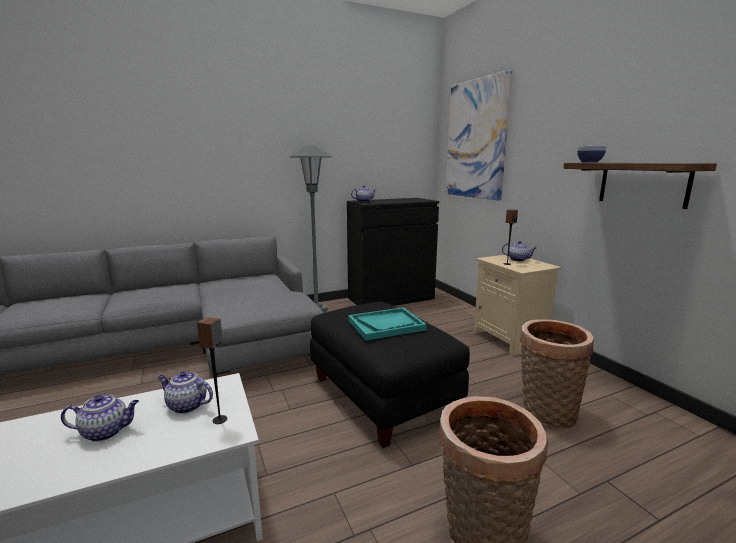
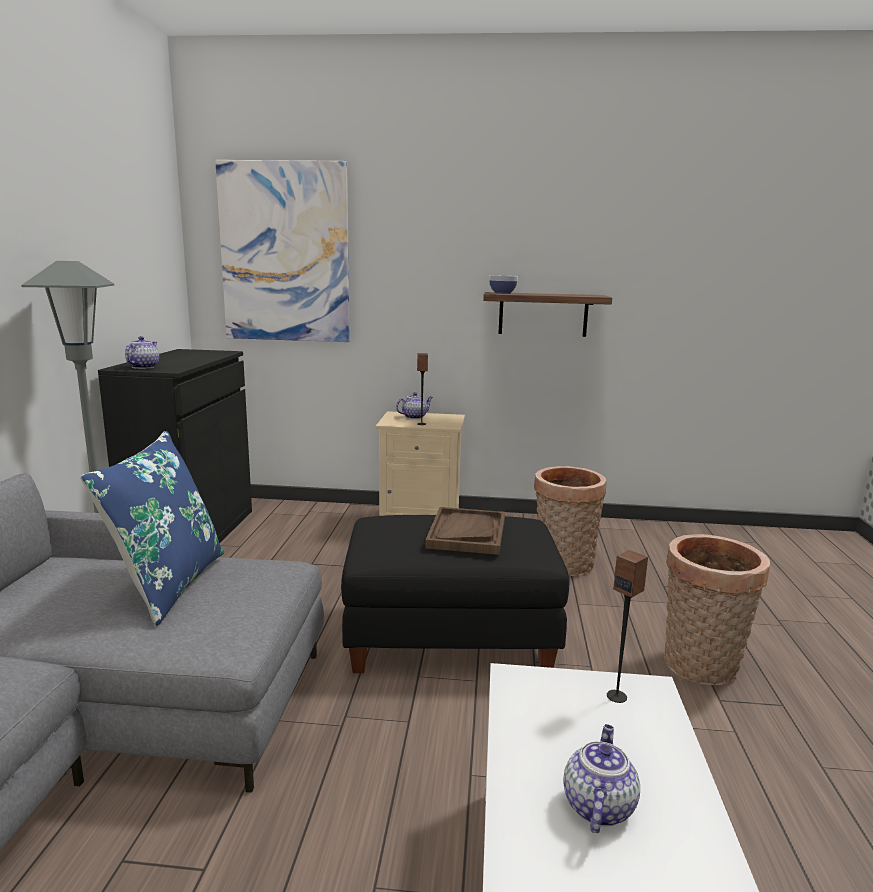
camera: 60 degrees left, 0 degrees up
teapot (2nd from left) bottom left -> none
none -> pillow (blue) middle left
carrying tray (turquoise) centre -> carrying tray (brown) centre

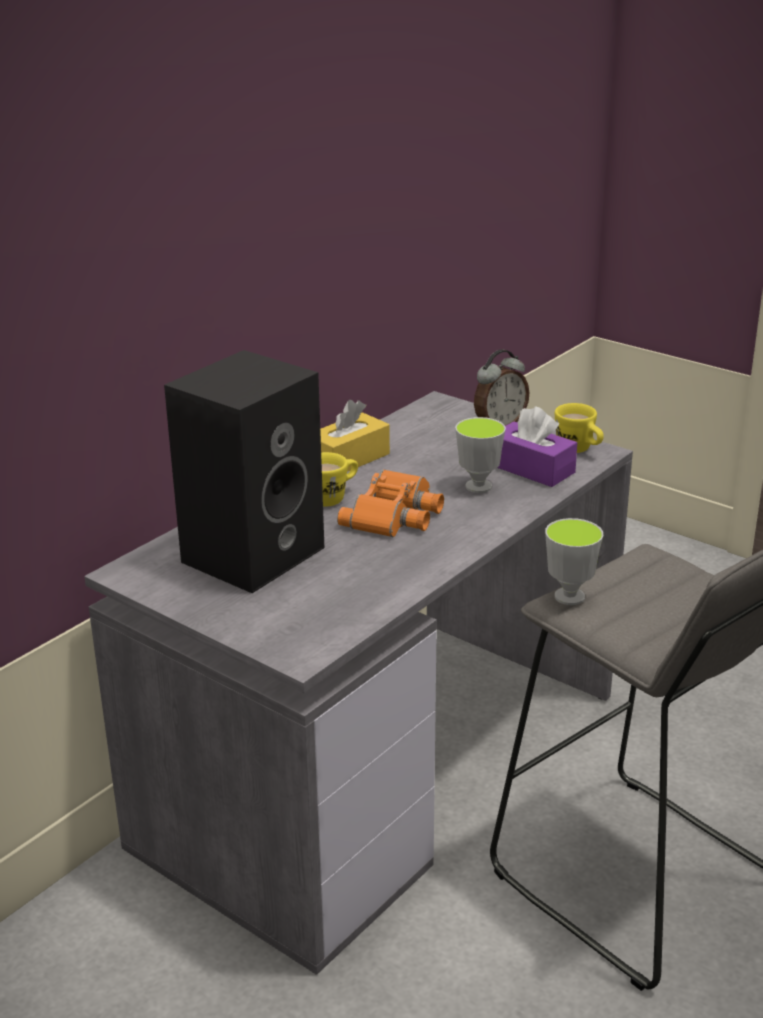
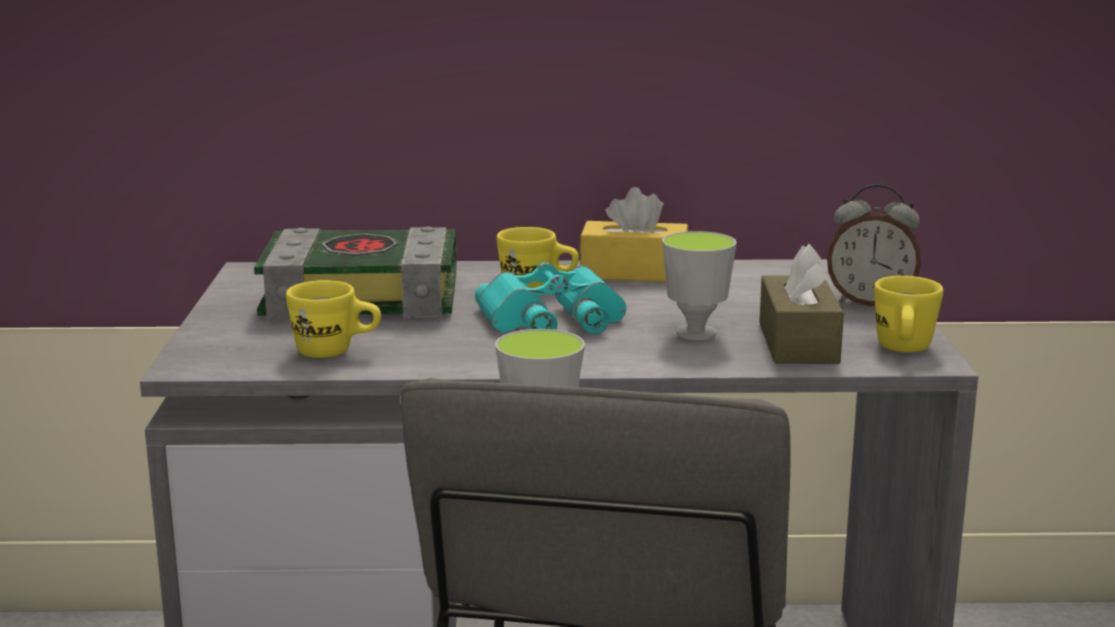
camera: 50 degrees right, 10 degrees down
none -> coffee mug (yellowish) (1st from left) middle left
speaker (black) middle left -> volume middle left
field glasses (orange-coloured) centre -> field glasses (turquoise) centre
tissue box (purple) middle right -> tissue box (brown) middle right

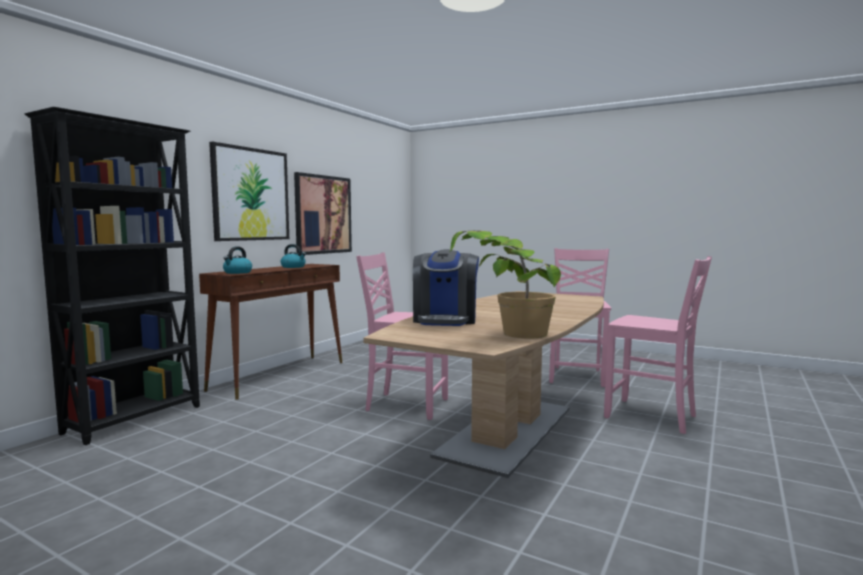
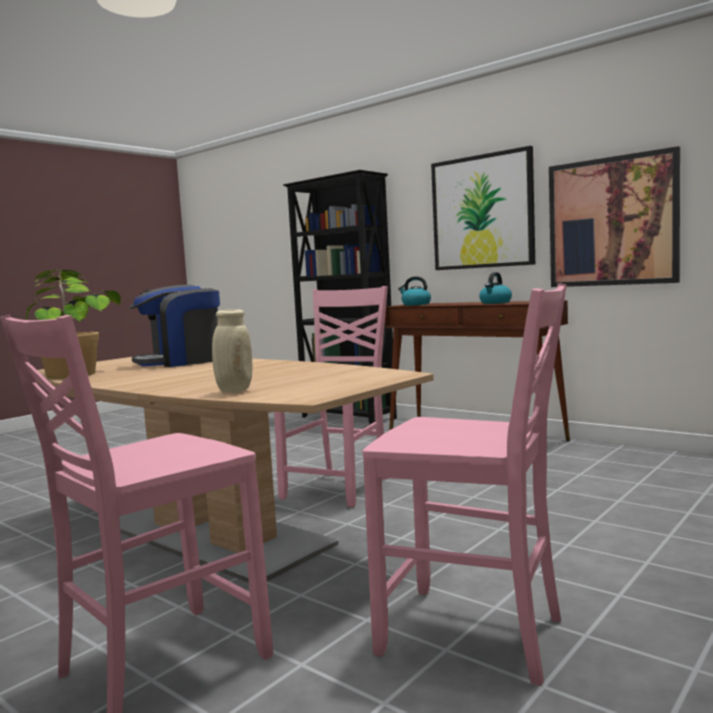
camera: 100 degrees right, 0 degrees up
none -> vase (beige) middle left
coffee maker centre -> coffee maker middle left, 45 degrees counterclockwise

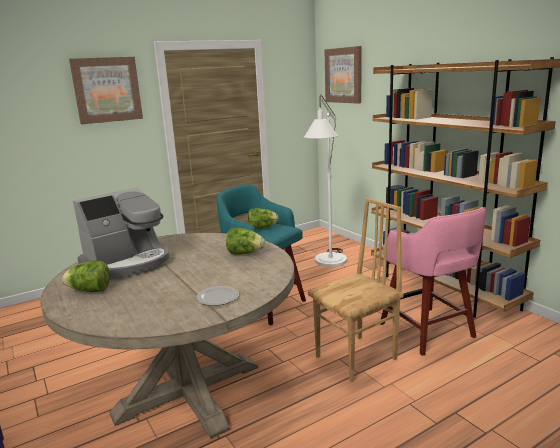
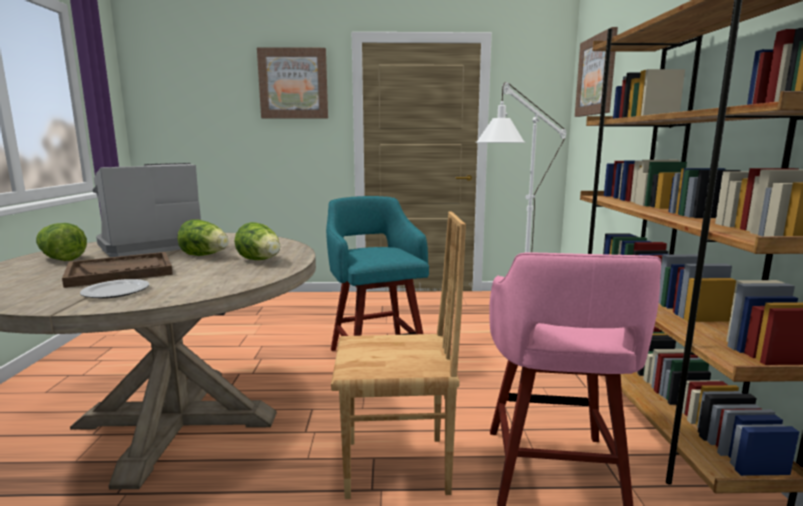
camera: 30 degrees right, 5 degrees down
none -> carrying tray (brown) middle left
head of lettuce (3rd from left in the first image) centre -> head of lettuce (2nd from left) middle left, move
coffee maker middle left, 150 degrees clockwise

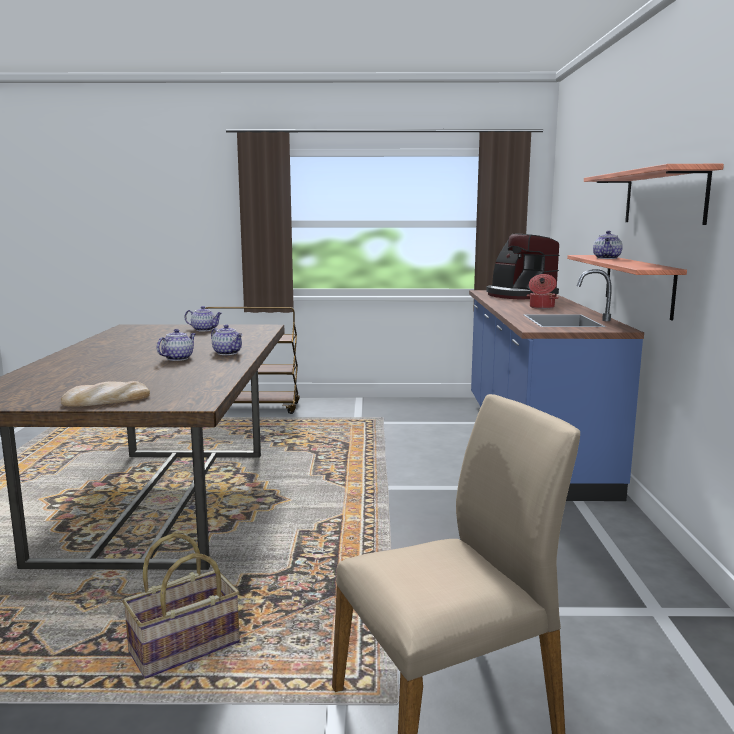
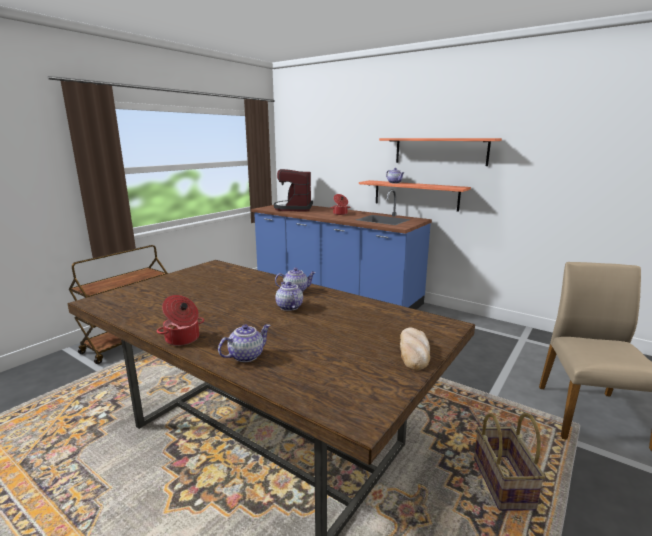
camera: 55 degrees left, 5 degrees up
none -> saucepot (1st from left) middle left
teapot (2nd from left in the first image) middle left -> teapot (1st from left) centre, move
coffee maker middle right -> coffee maker centre, 90 degrees clockwise

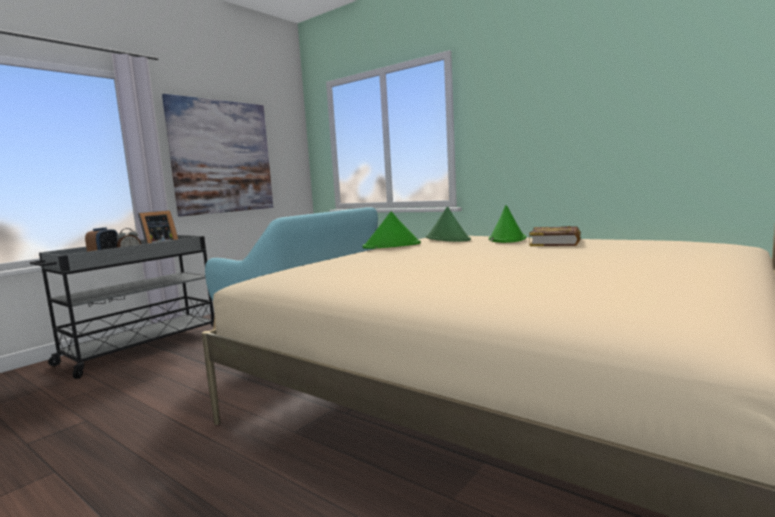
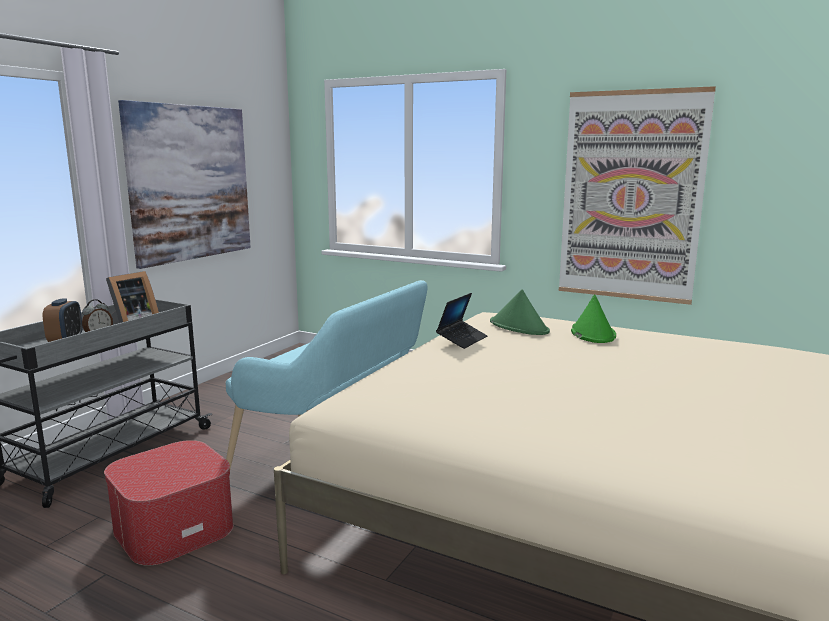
camera: 10 degrees left, 5 degrees up
volume middle right -> none
none -> pouffe bottom left
none -> picture (2nd from left) top right
wearable hat (green-coloured) (1st from left) centre -> notebook computer centre

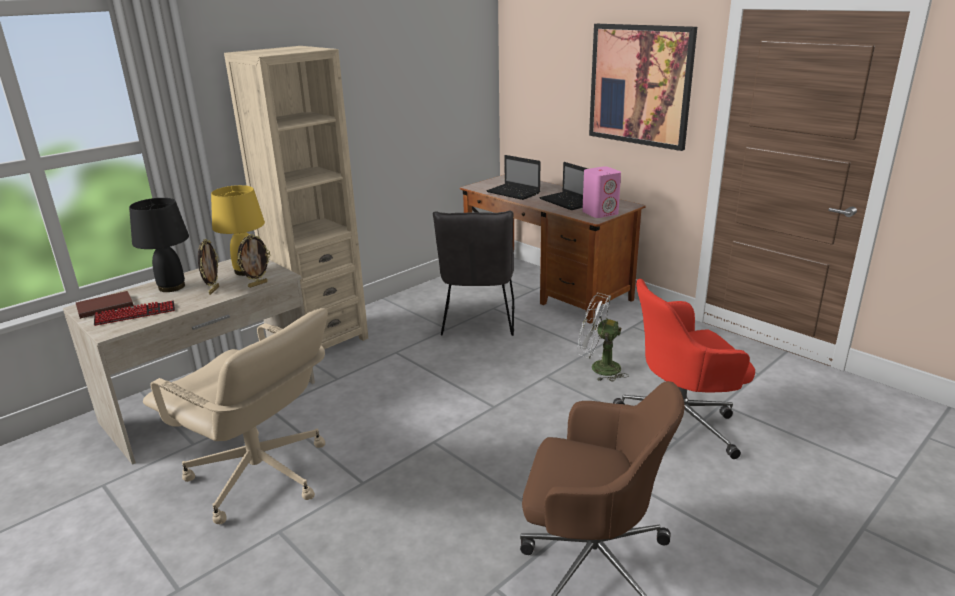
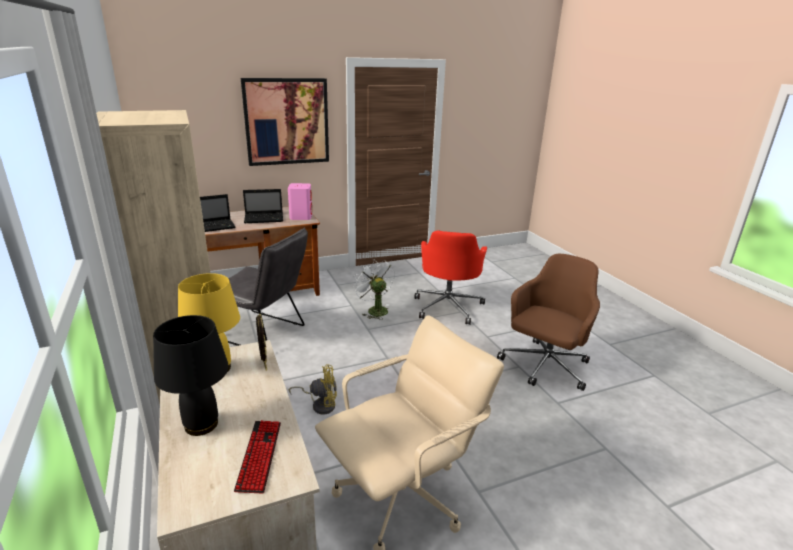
camera: 70 degrees left, 0 degrees up
volume (brown) middle left -> none
standing frame (1st from left) middle left -> none
none -> fan (yellowish) bottom centre
fan (white-coloured) centre, 105 degrees clockwise

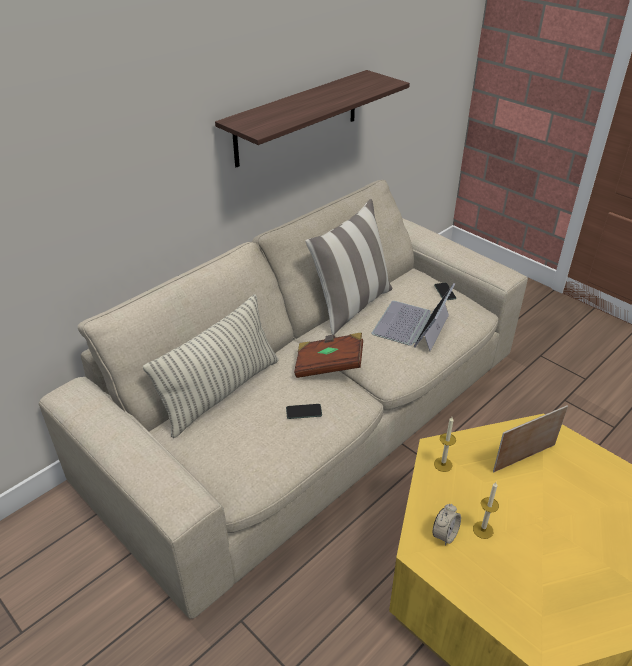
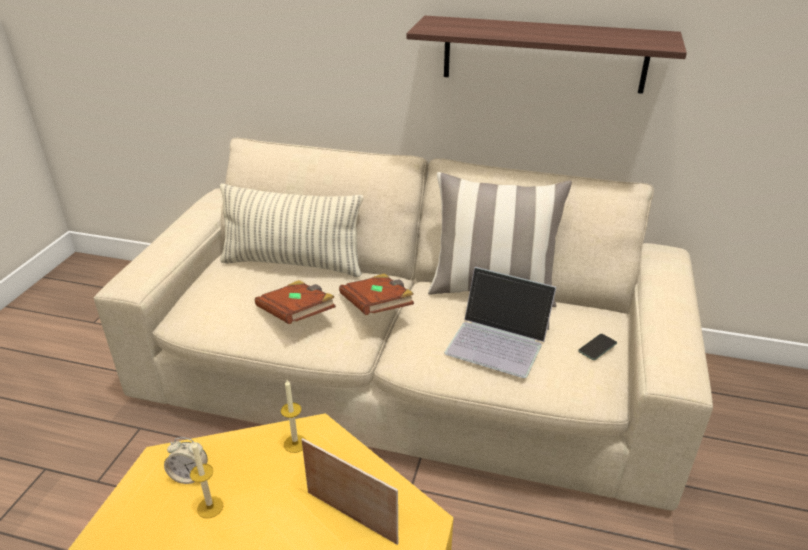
camera: 60 degrees right, 5 degrees down
telephone (1st from left) centre -> volume (brown) (1st from left) centre
notebook computer centre, 150 degrees counterclockwise

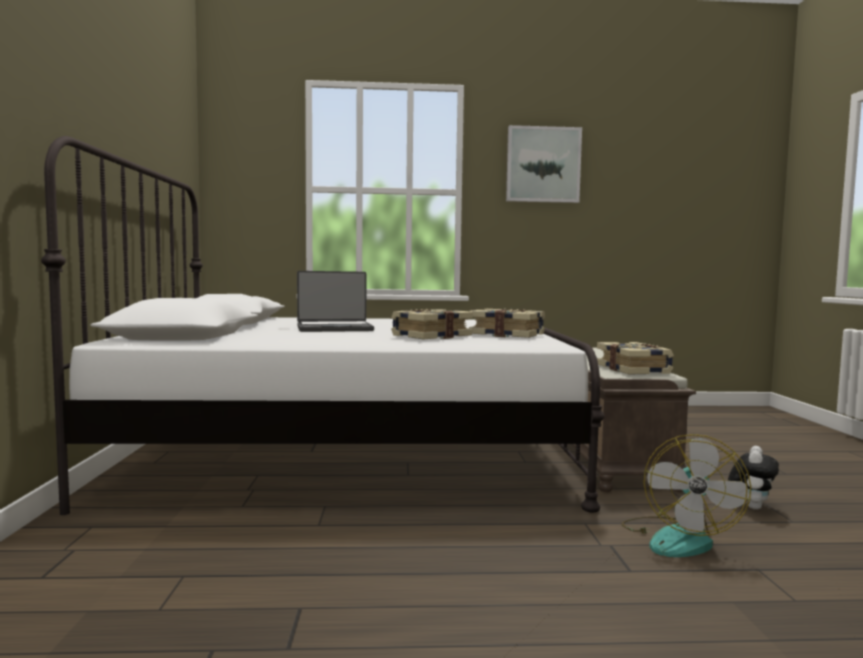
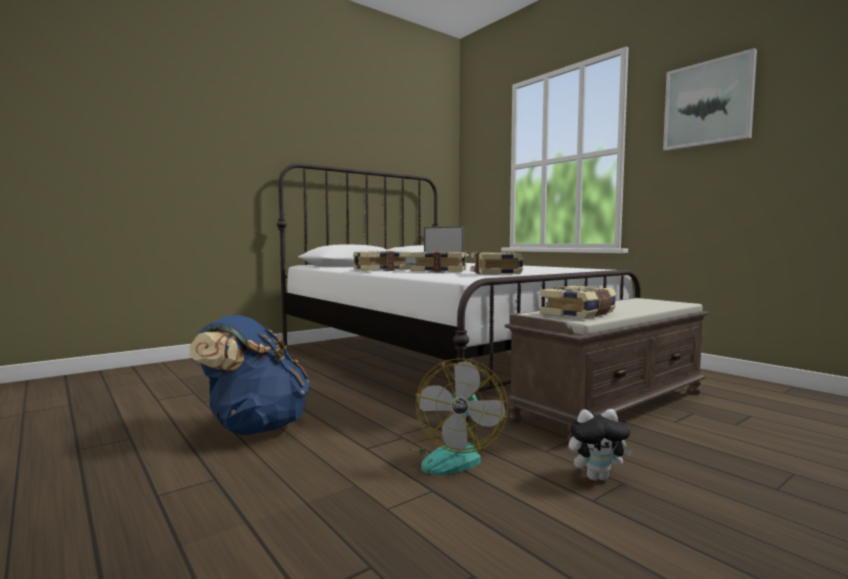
camera: 55 degrees right, 0 degrees up
none -> knapsack (blue) middle left
none -> volume (1st from left) centre
fan bottom right -> fan bottom centre, 60 degrees counterclockwise

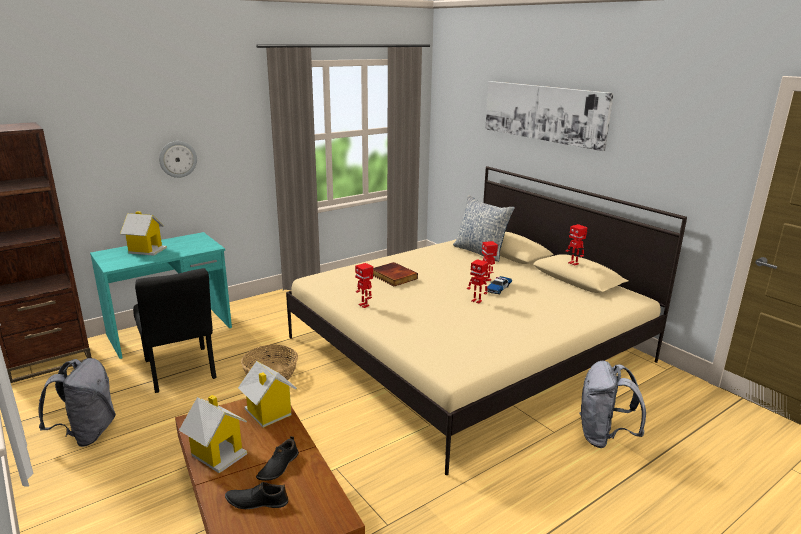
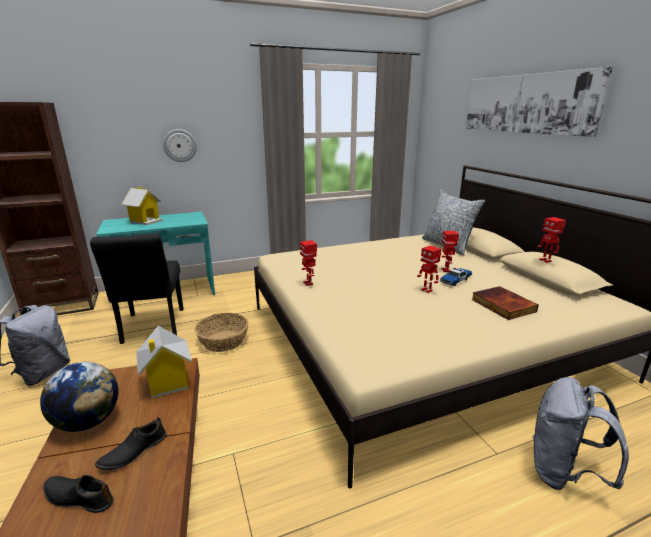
camera: 15 degrees right, 0 degrees up
volume centre -> volume middle right, move
miniature house (2nd from left) bottom left -> globe bottom left

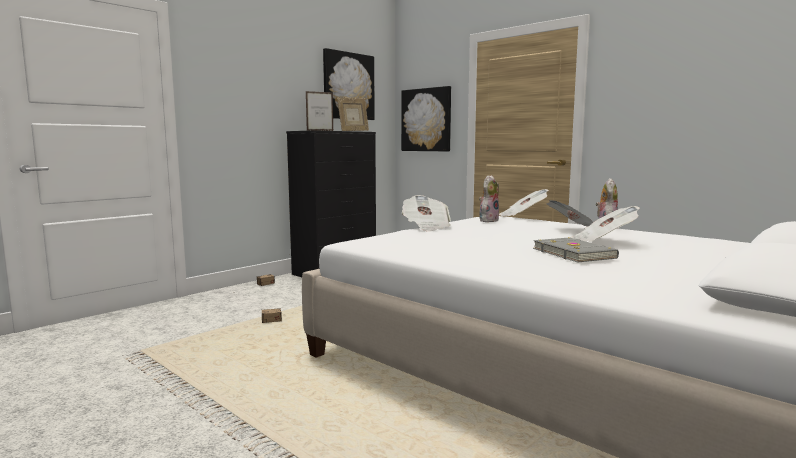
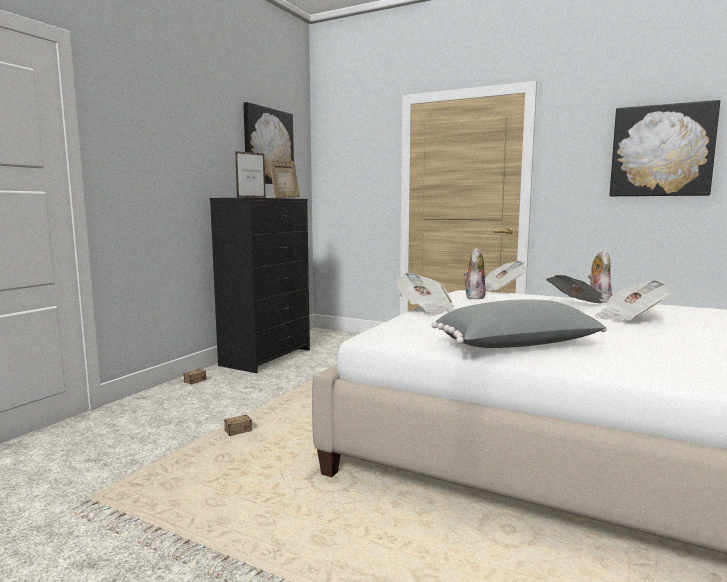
camera: 15 degrees left, 0 degrees up
volume (greyish) middle right -> none
none -> pillow (greyish) middle right
picture (2nd from left) top centre -> picture (2nd from left) top right, move

